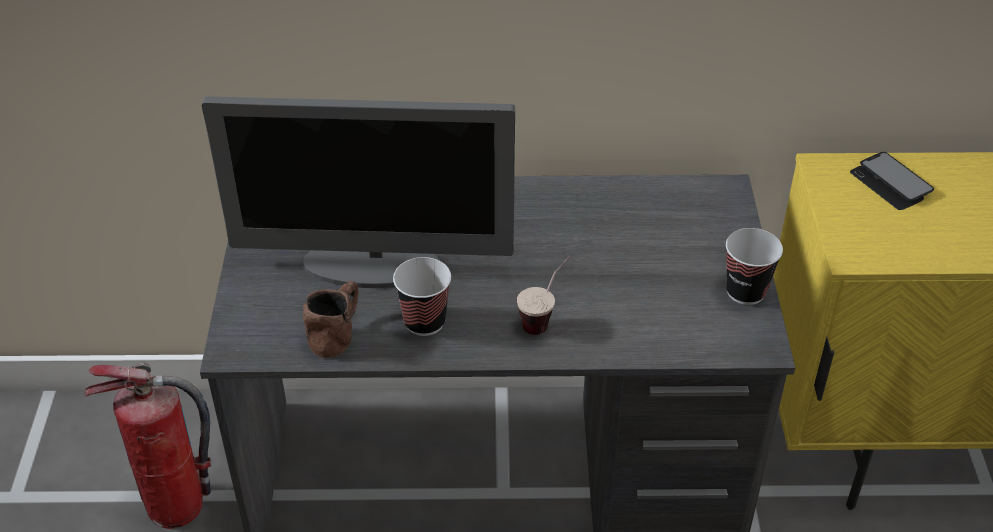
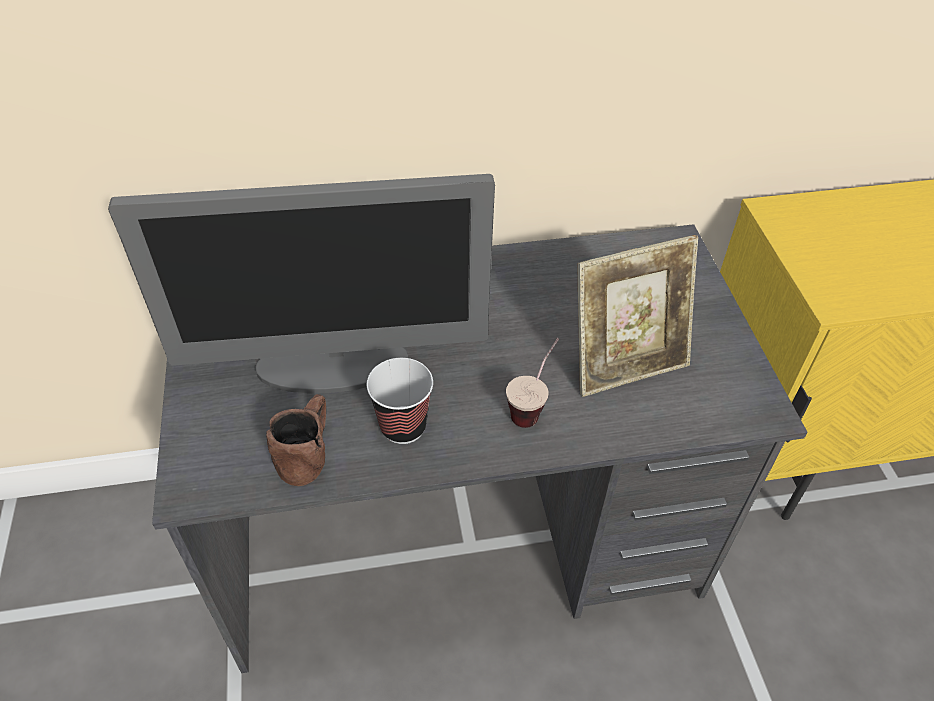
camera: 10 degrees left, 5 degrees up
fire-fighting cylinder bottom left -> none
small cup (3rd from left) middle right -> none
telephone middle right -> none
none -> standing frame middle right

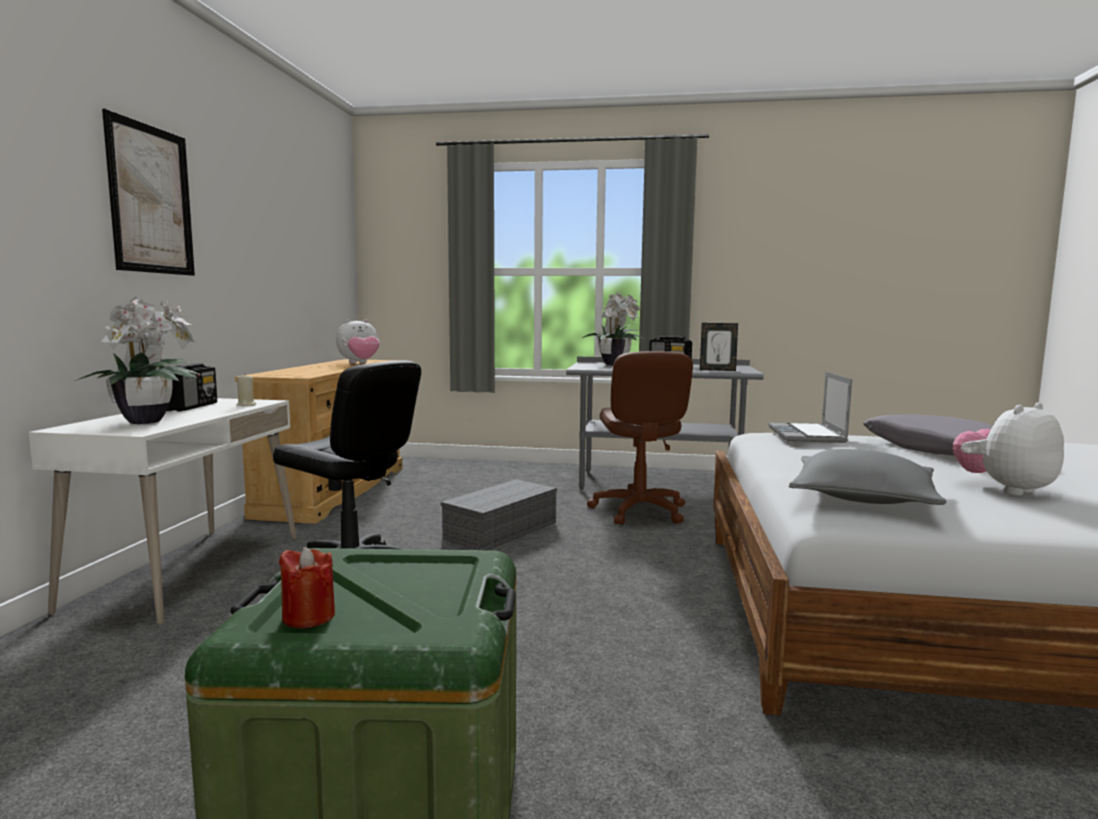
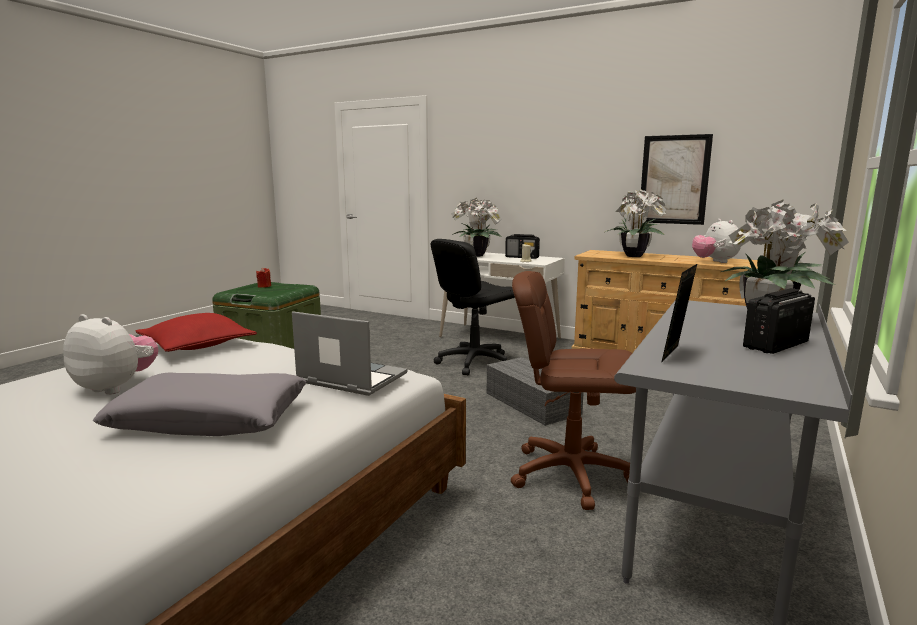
camera: 110 degrees right, 5 degrees up
none -> houseplant (2nd from left) middle right
picture top left -> picture top right, move
pillow (greyish) (1st from left) middle right -> pillow (reddish) middle left
cuddly toy (2nd from left in the first image) middle right -> cuddly toy (1st from left) middle left, 60 degrees counterclockwise

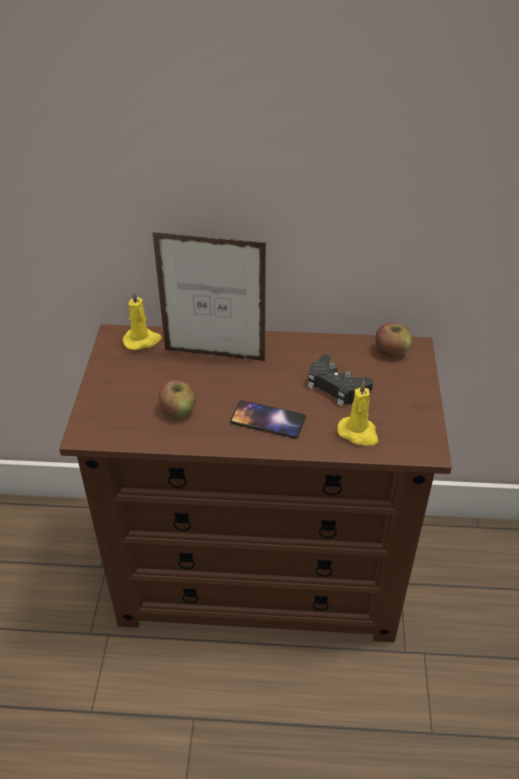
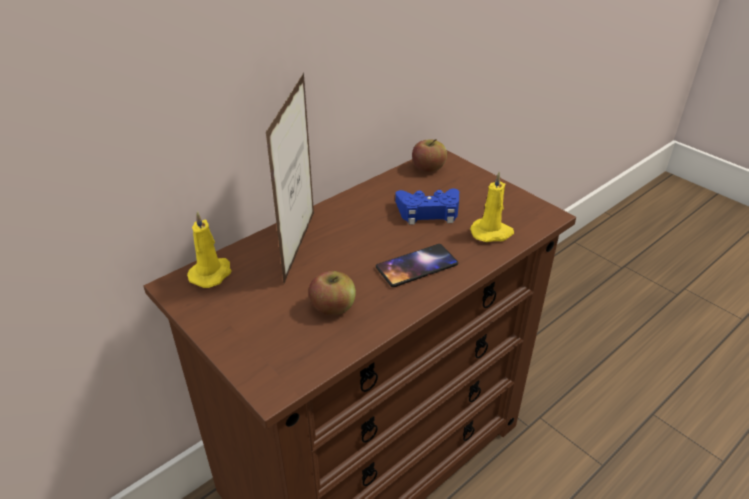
camera: 45 degrees left, 5 degrees down
gamepad (black) centre -> gamepad (blue) centre
standing frame centre, 45 degrees counterclockwise

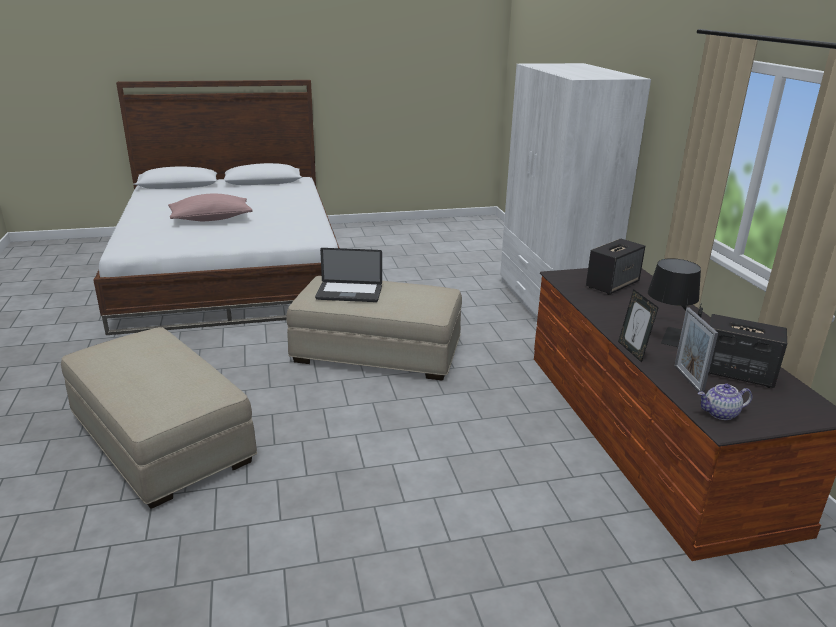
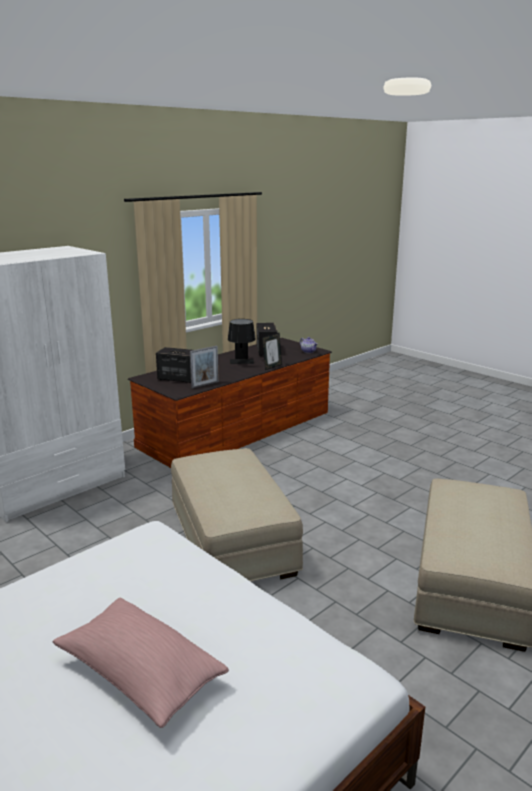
camera: 120 degrees left, 5 degrees down
notebook computer centre -> none
standing frame (2nd from left in the first image) middle right -> standing frame (1st from left) centre, move

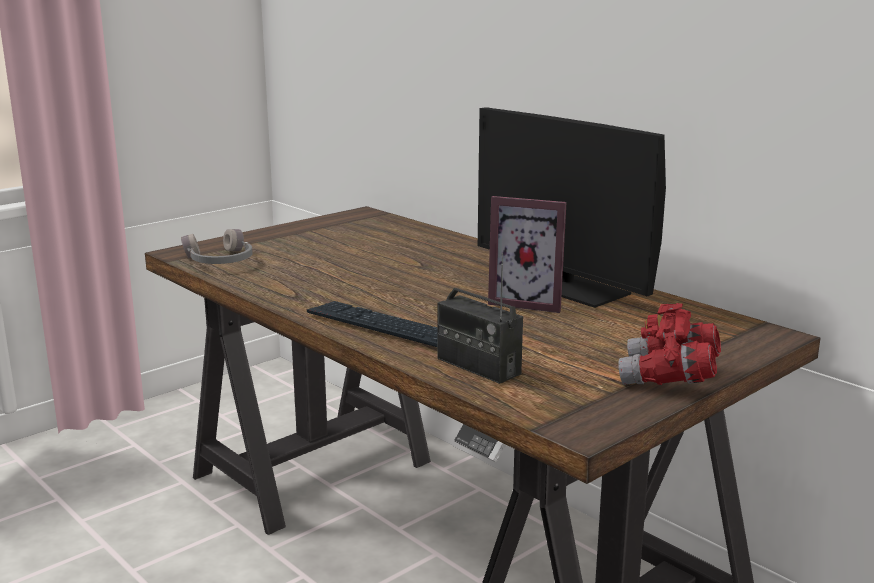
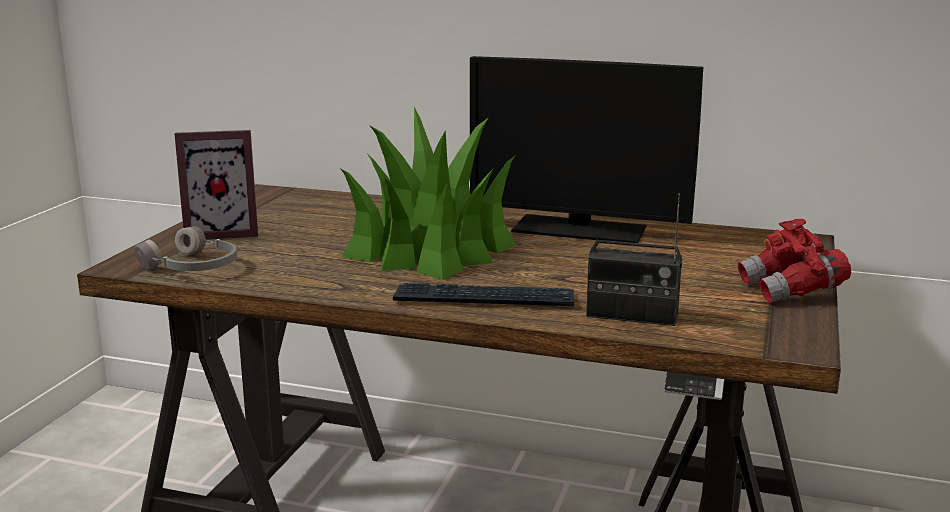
camera: 30 degrees left, 0 degrees up
none -> houseplant centre
standing frame centre -> standing frame middle left, move

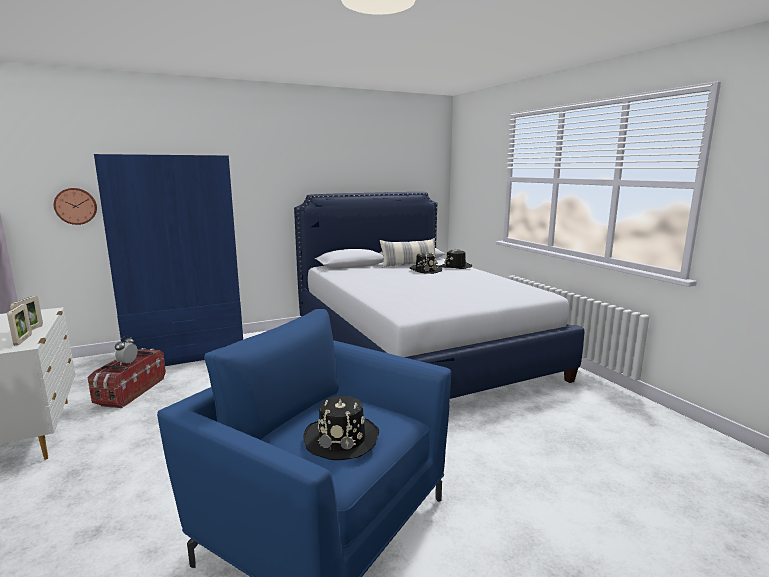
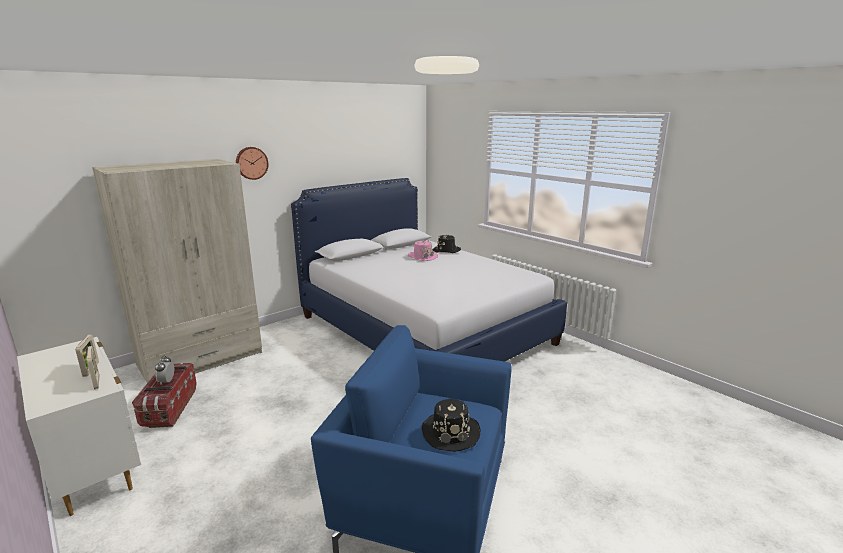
camera: 15 degrees left, 5 degrees up
pillow centre -> none
clock on the wall middle left -> clock on the wall top left, move
clothes cupboard (blue) middle left -> clothes cupboard (beige) middle left
wearable hat (black) (2nd from left) centre -> wearable hat (pinkish) centre

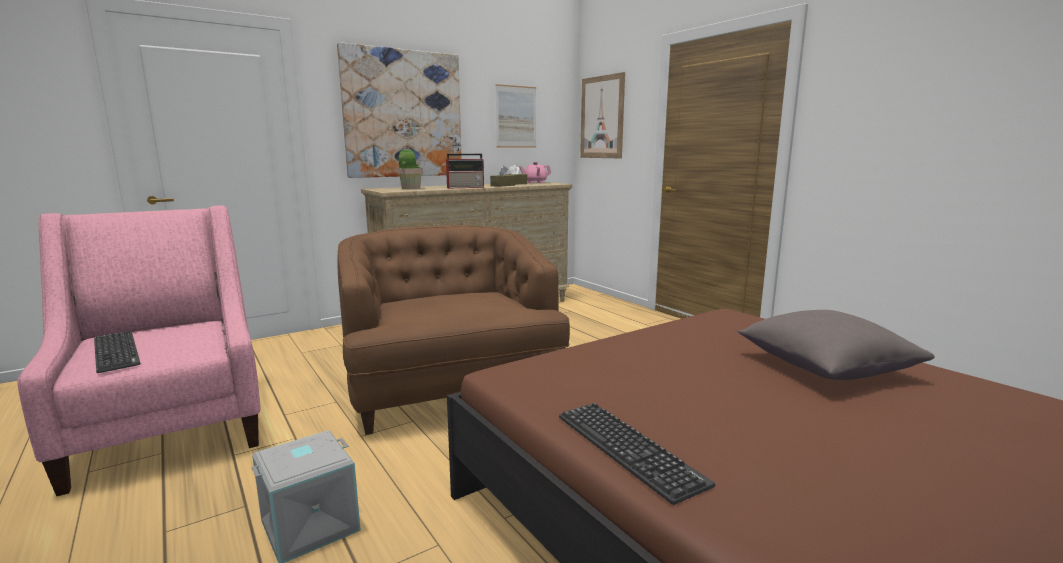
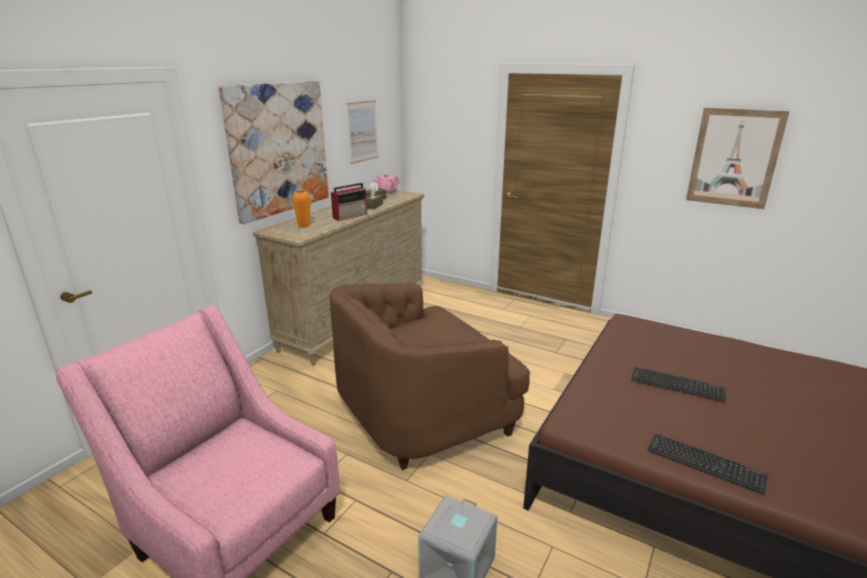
camera: 25 degrees left, 10 degrees up
pillow (greyish) middle right -> none
computer keyboard (1st from left) middle left -> computer keyboard (1st from left) middle right, move
picture (3rd from left) top centre -> picture (3rd from left) top right, move
houseplant top centre -> vase (orange-coloured) centre
armchair (brown) centre, 75 degrees counterclockwise

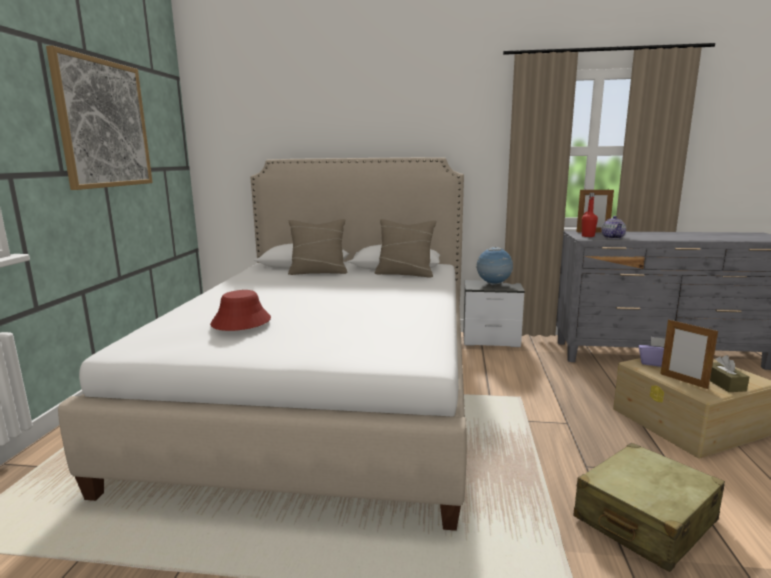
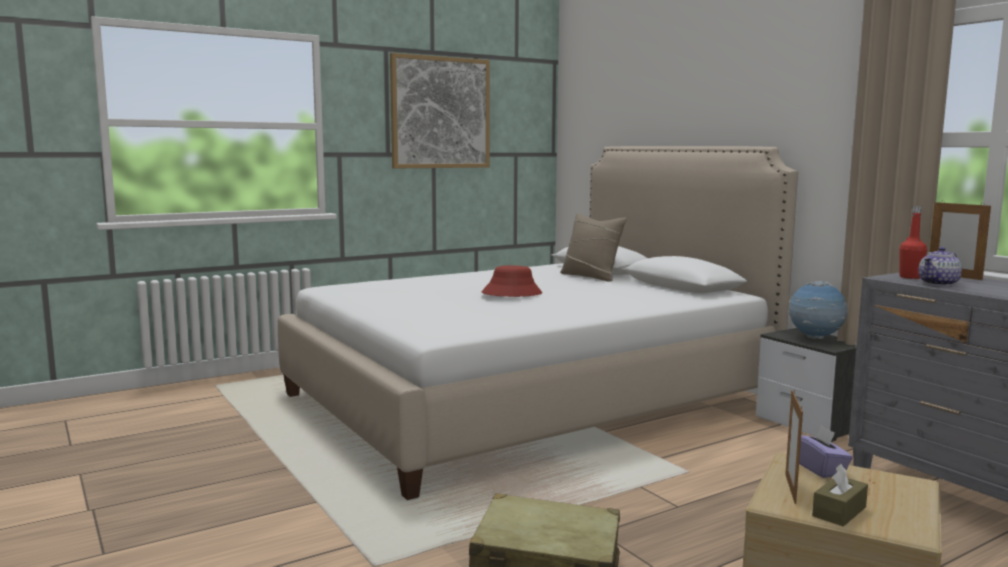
camera: 50 degrees right, 5 degrees down
pillow (beige) (2nd from left) centre -> none
wearable hat (reddish) middle left -> wearable hat (reddish) centre, move

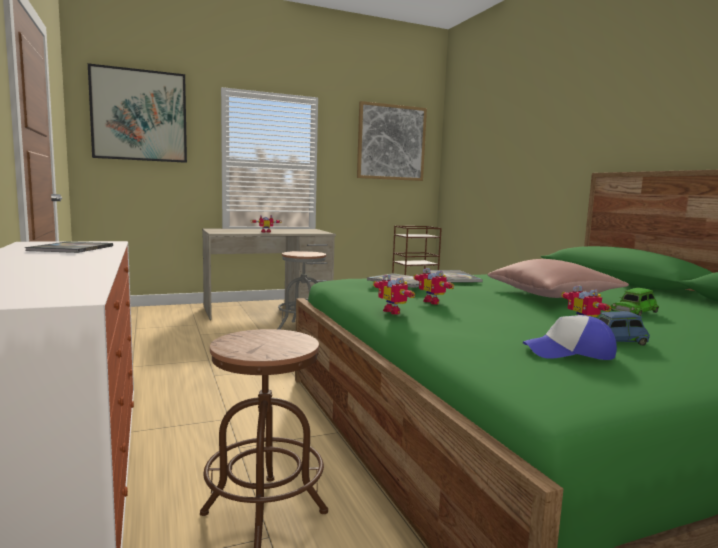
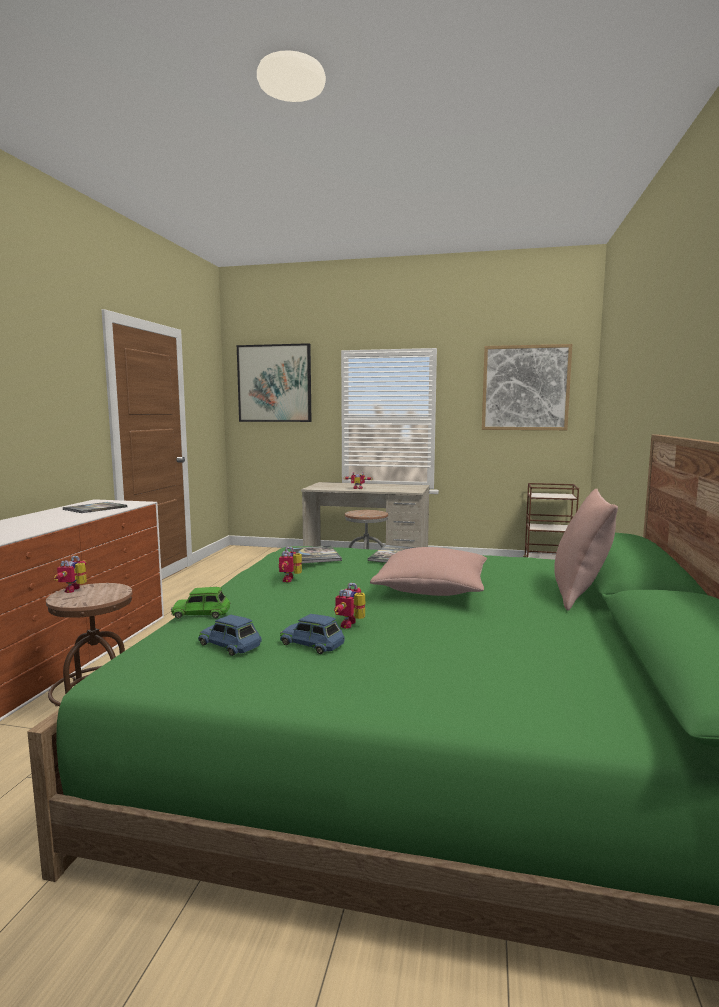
camera: 35 degrees right, 0 degrees up
none -> pillow (pinkish) (2nd from left) middle right
robot figure (2nd from left in the first image) centre -> robot figure (1st from left) middle left, move
miniature car (green-coloured) middle right -> miniature car (green-coloured) middle left, move
peaked cap middle right -> miniature car (blue) (1st from left) middle left

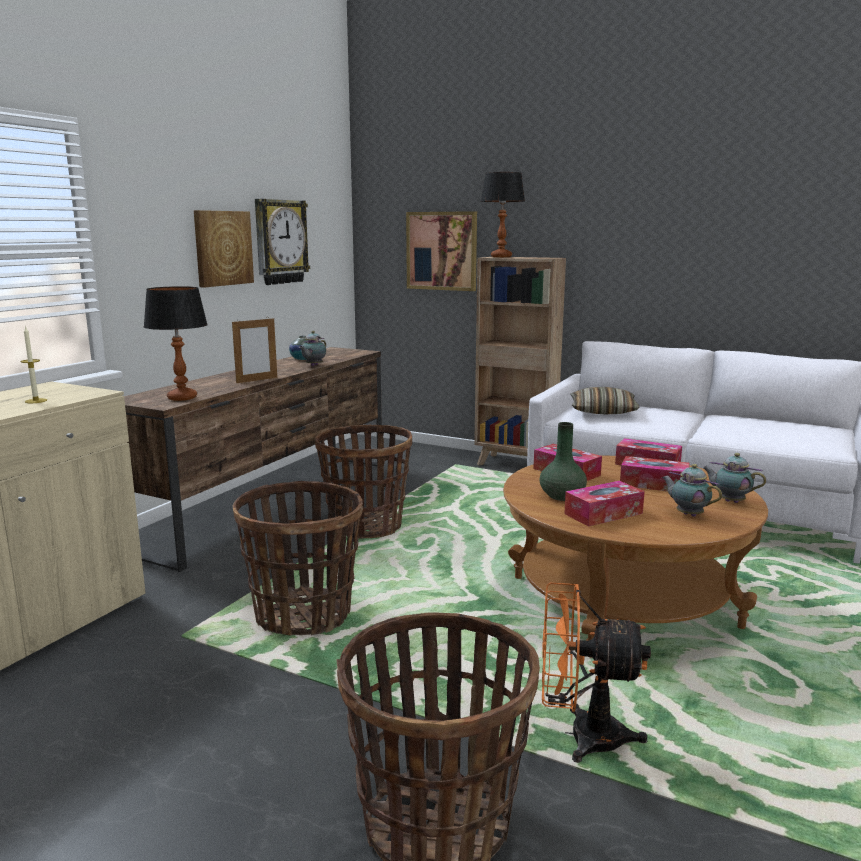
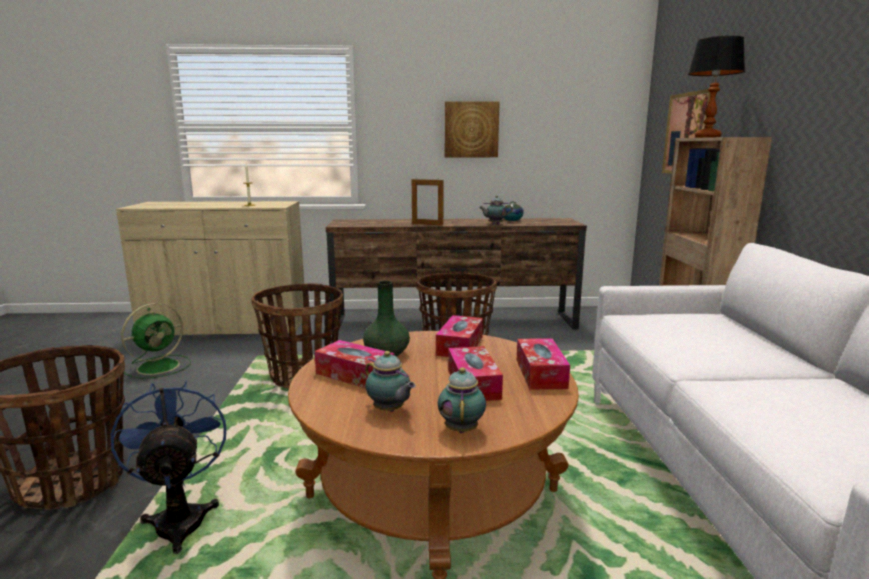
camera: 60 degrees right, 0 degrees up
tabletop lamp (1st from left) middle left -> none
clock on the wall top left -> none
pillow middle right -> none
none -> fan (green-coloured) middle left
fan (orange-coloured) bottom right -> fan (blue) bottom left
teapot (2nd from left in the first image) middle right -> teapot (1st from left) centre, 120 degrees clockwise

